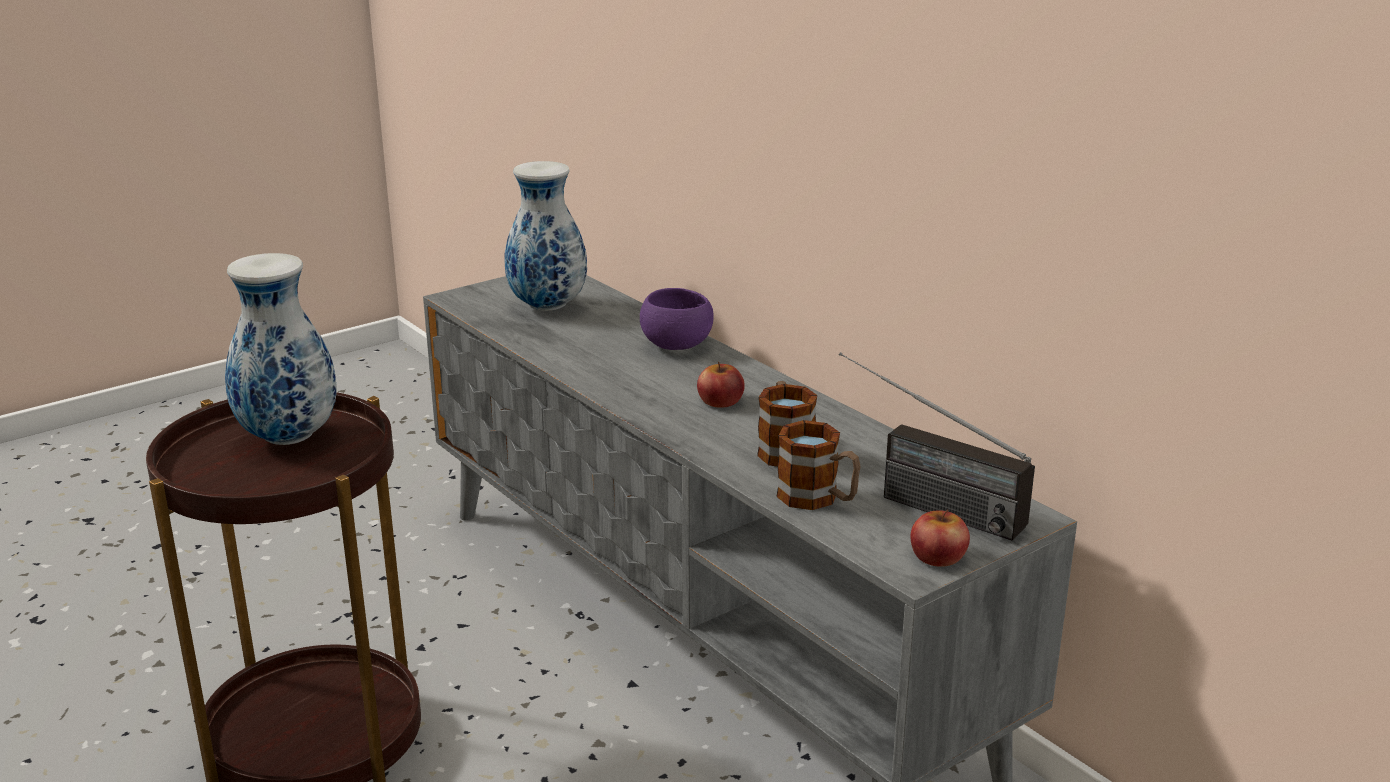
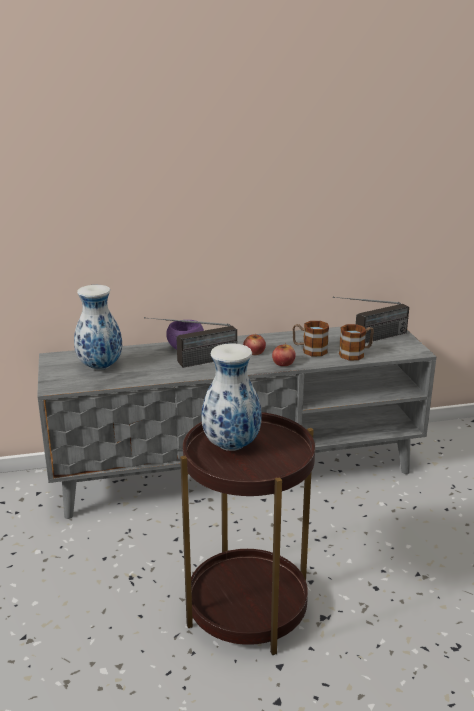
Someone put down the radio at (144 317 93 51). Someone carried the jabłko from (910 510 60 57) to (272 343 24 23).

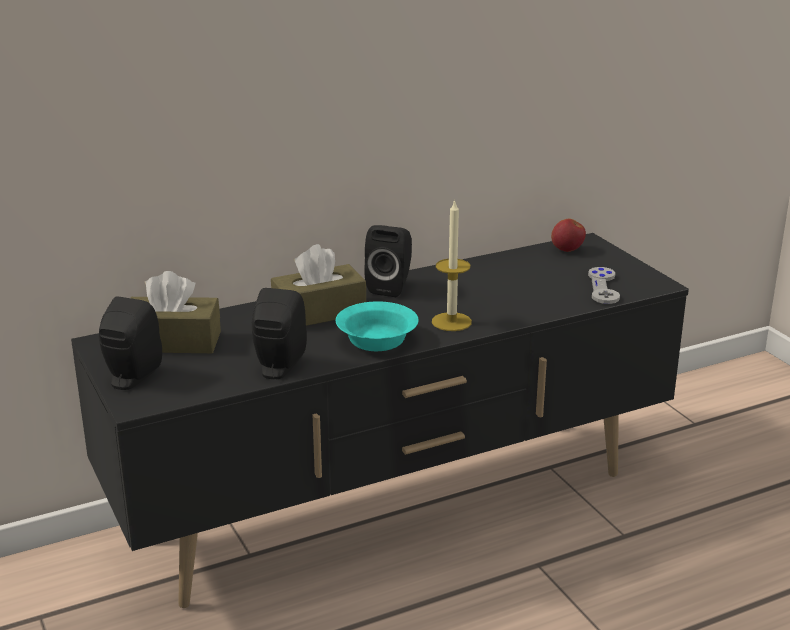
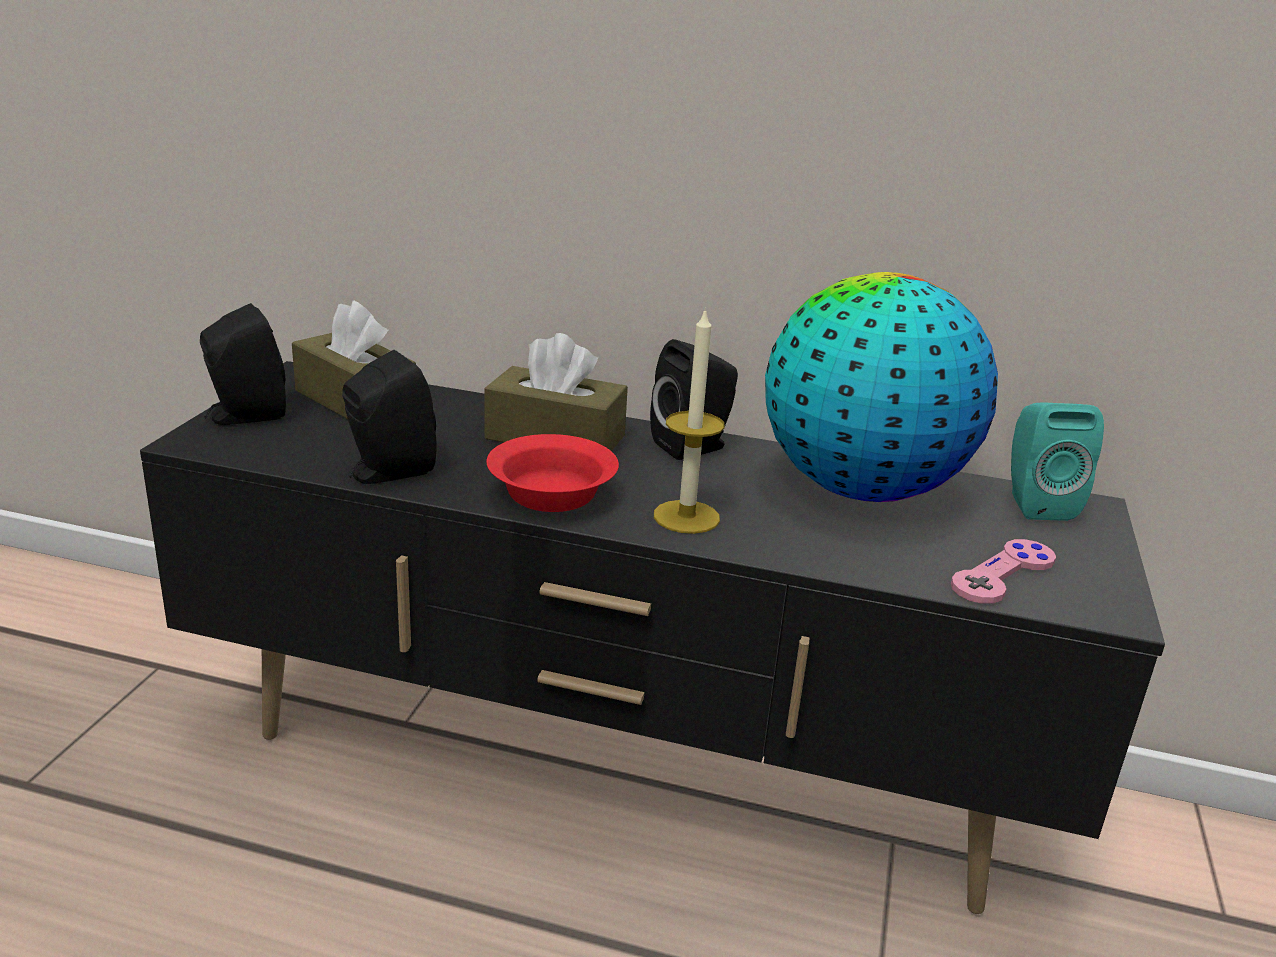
Someone put down the globus at (765 272 233 230). Someone swapped the jabłko at (551 219 35 33) for the głośnik/turkusowy at (1011 403 93 118). Someone repainted the miska/turkusowy at (336 301 83 50), which became the miska/czerwony at (486 434 133 78). Someone repainted the pad do gier/szary at (588 267 32 37), which became the pad do gier/różowy at (951 539 105 65).

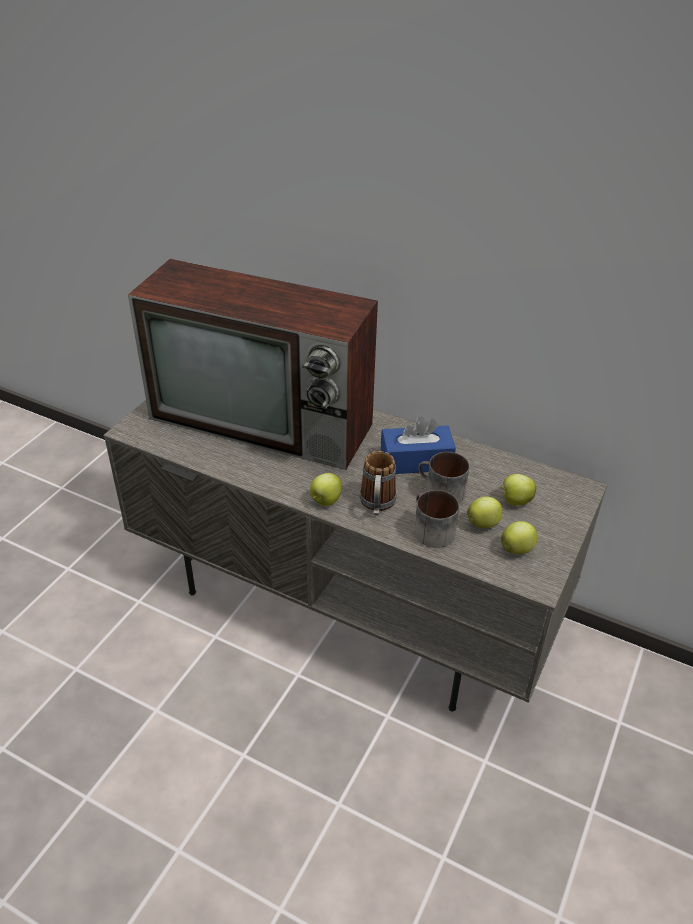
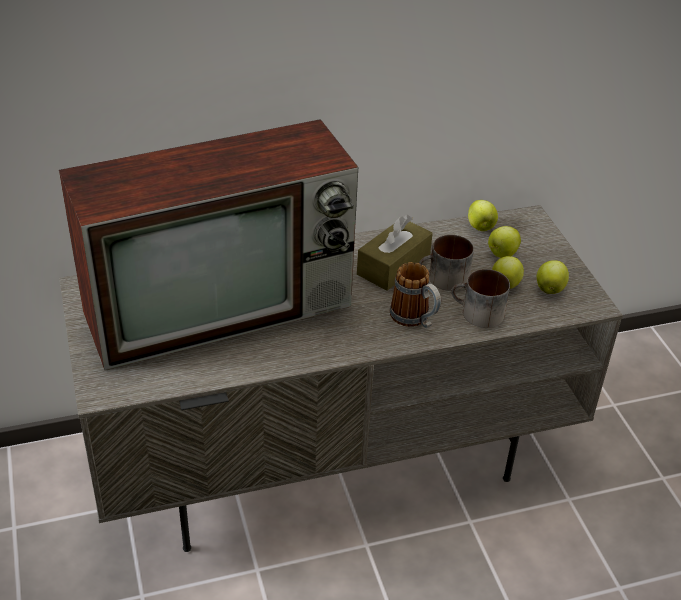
Someone carried the jabłko from (310 473 32 33) to (468 200 30 31). Someone repainted the pudełko chusteczek/niebieski at (381 417 75 57), which became the pudełko chusteczek/brązowy at (357 214 76 77).

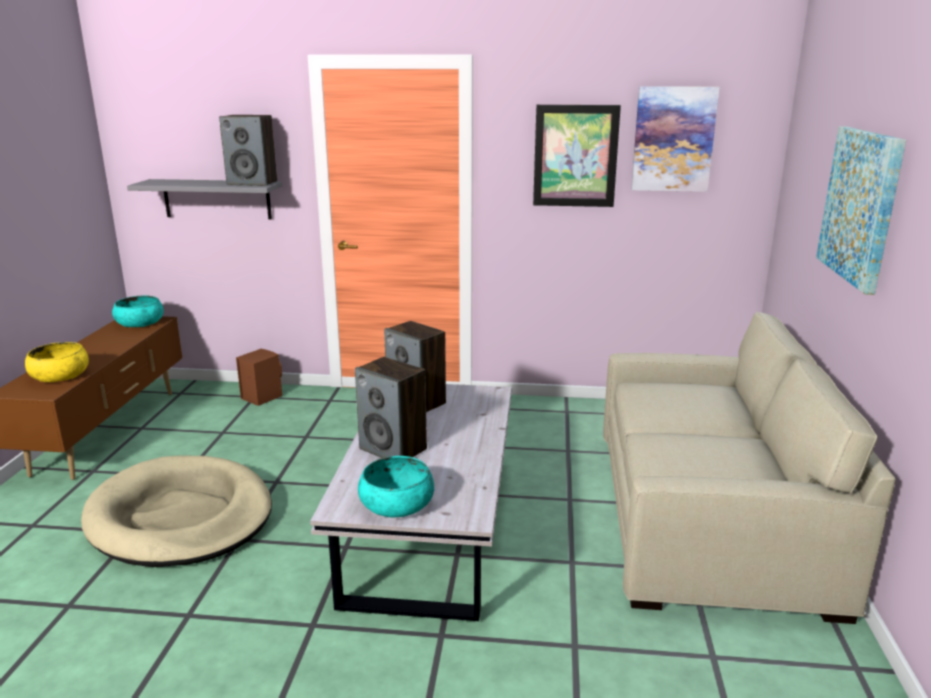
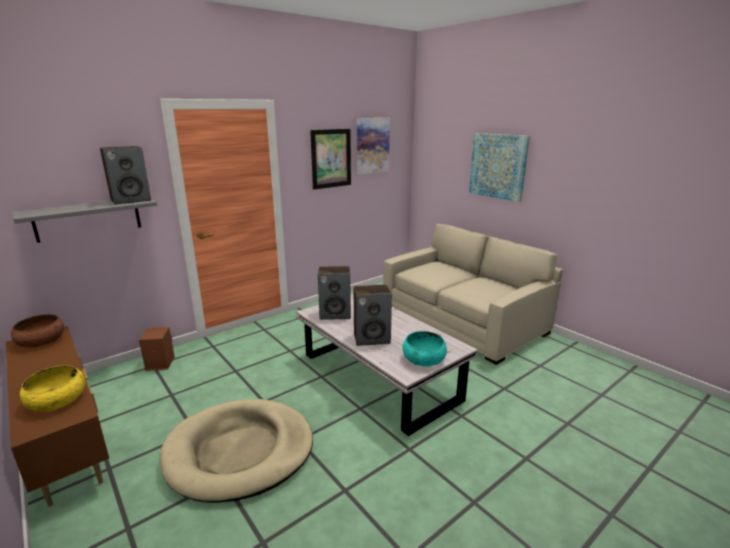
Someone repainted the miska/turkusowy at (112 295 52 32), which became the miska/brązowy at (11 314 53 34).

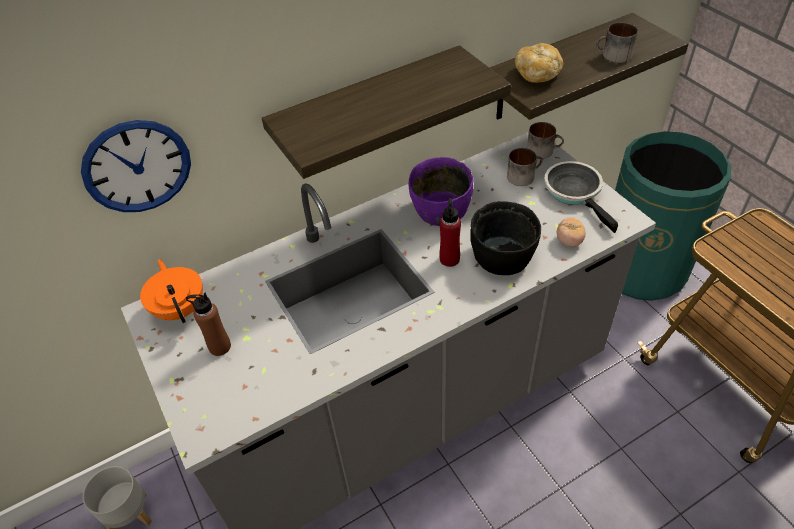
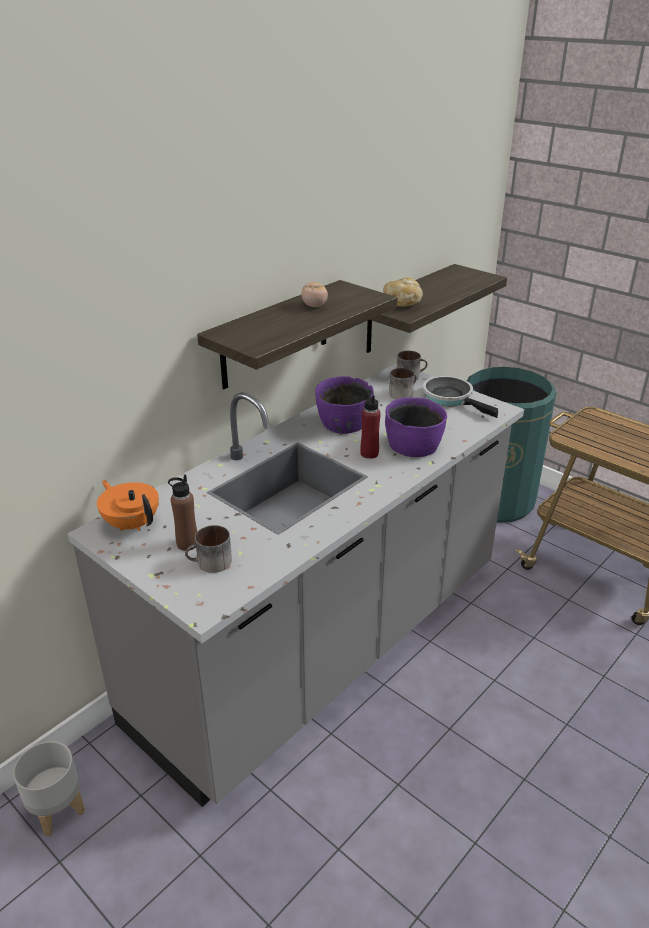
Someone took away the zegar ścienny at (81 120 110 92). Someone carried the pomidor from (557 217 29 30) to (301 282 27 25). Someone carried the kubek from (596 22 42 41) to (185 525 47 48). Someone repainted the miska/czarny at (470 201 71 74), which became the miska/fioletowy at (385 397 62 60).

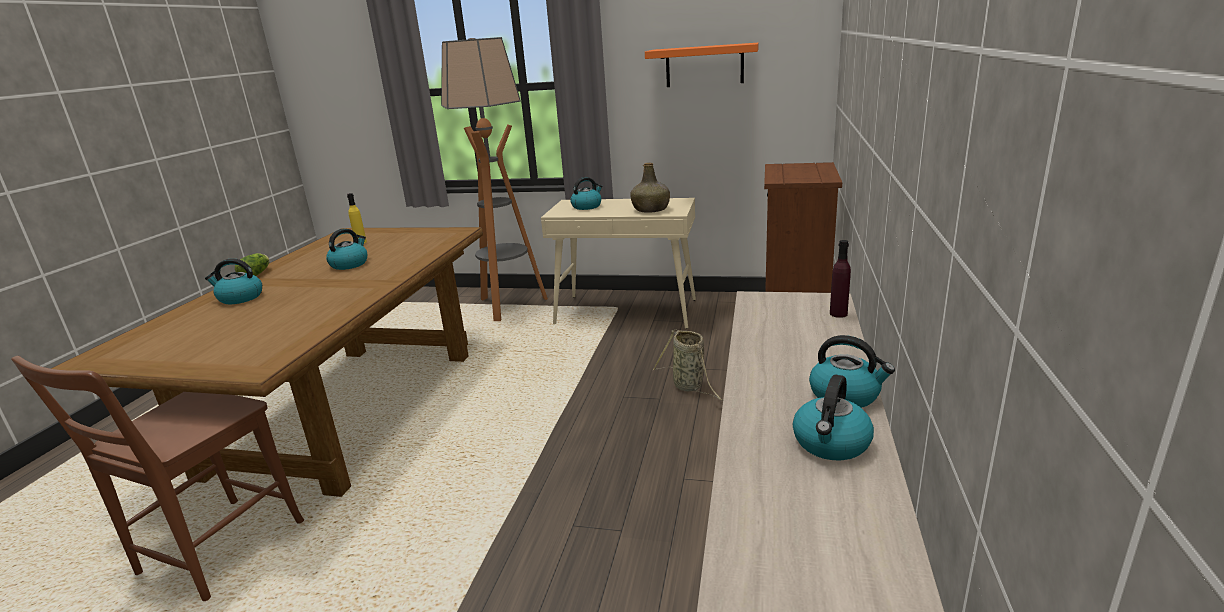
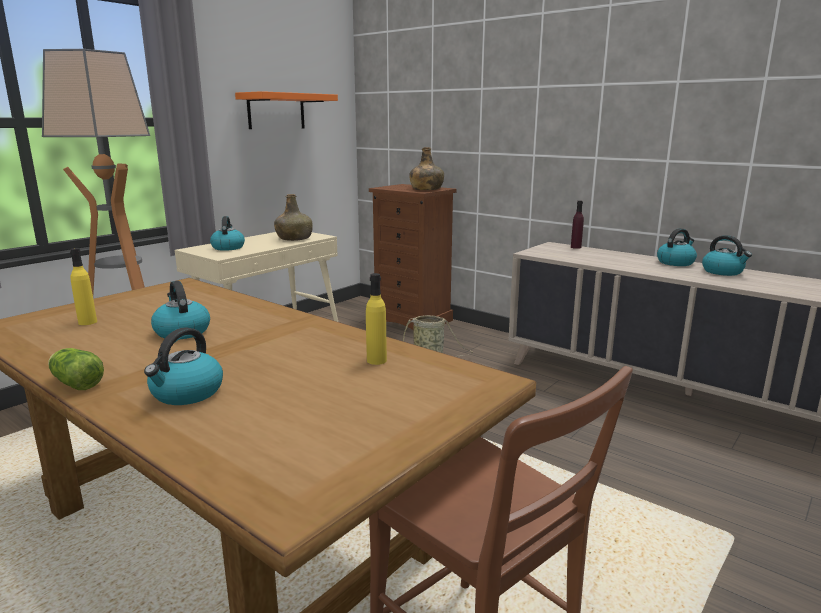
Someone put down the butelka/żółty at (366 273 21 92). Someone put down the butelka/zielony at (409 147 35 43).

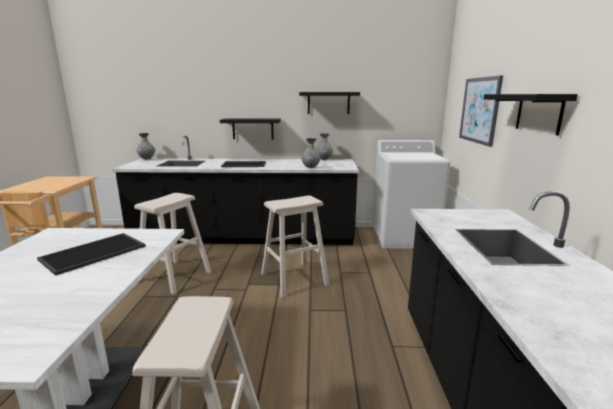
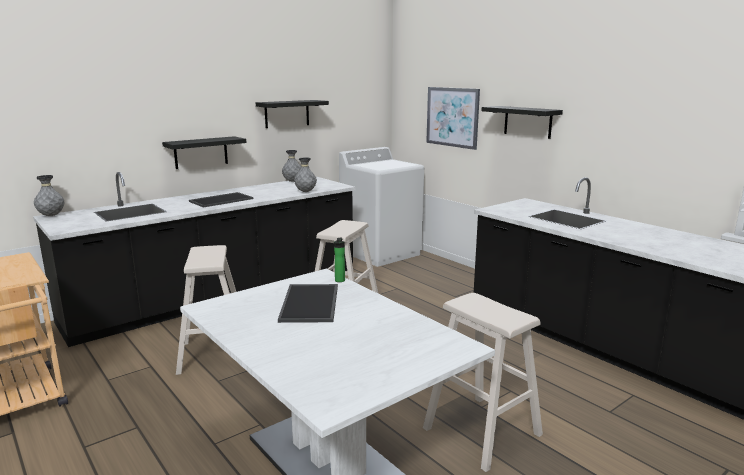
Someone put down the butelka at (334 237 11 45).

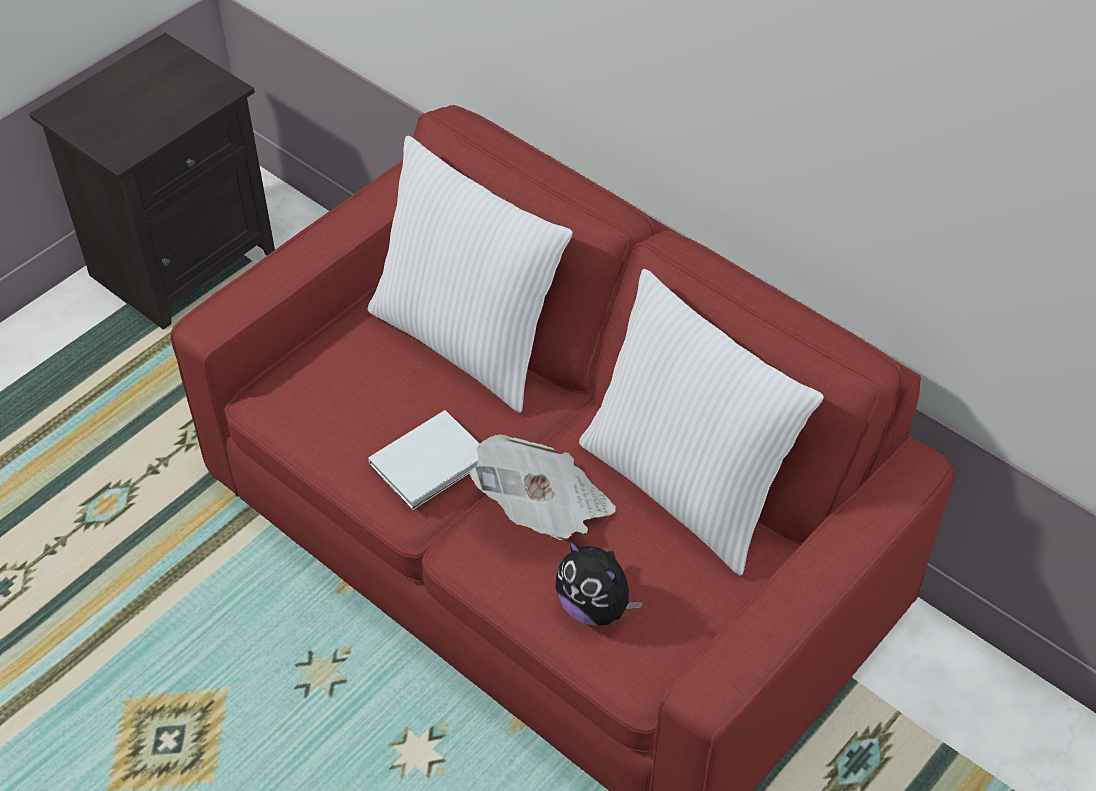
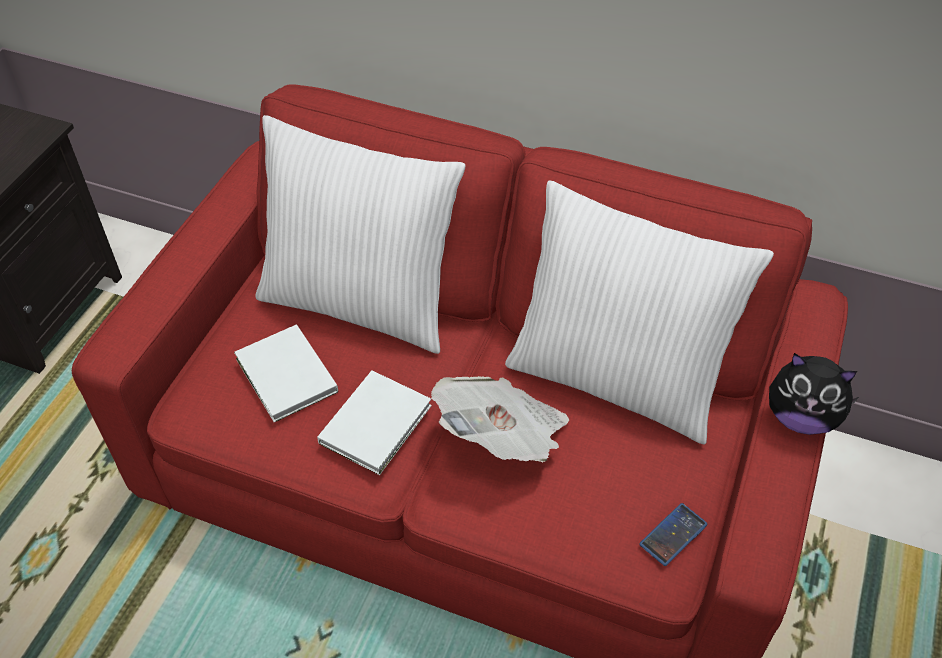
Someone put down the książka/biały at (234 324 104 98). Someone put down the telefon at (639 503 68 63). Someone carried the pluszak from (555 539 88 87) to (769 353 90 82).

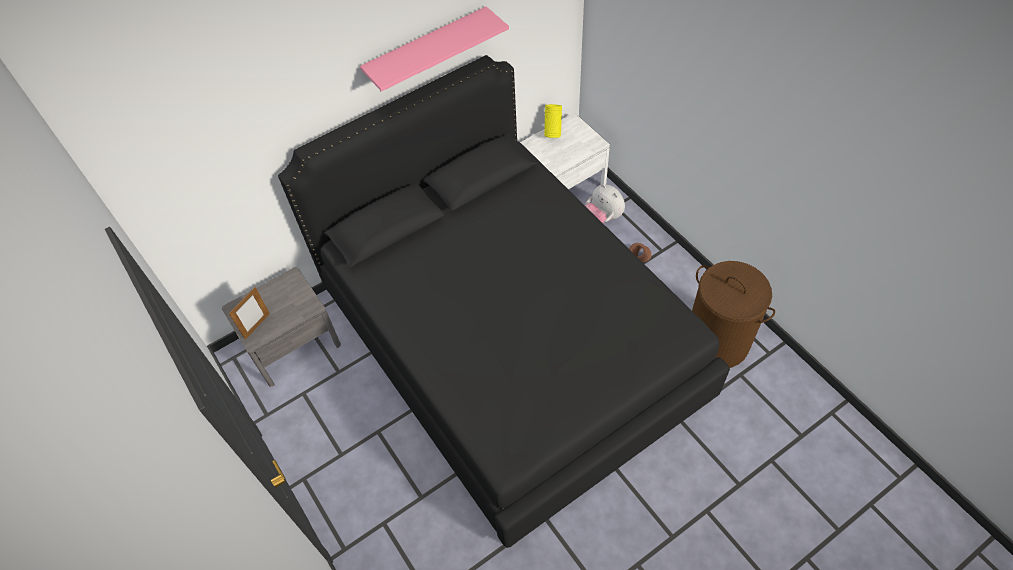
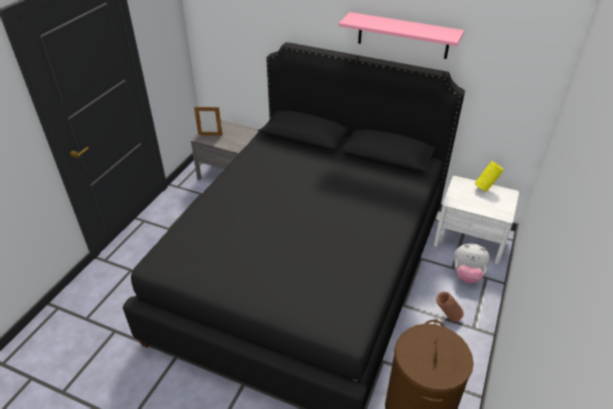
Someone rotated the pluszak at (585 184 40 39) by 90 degrees counterclockwise.

